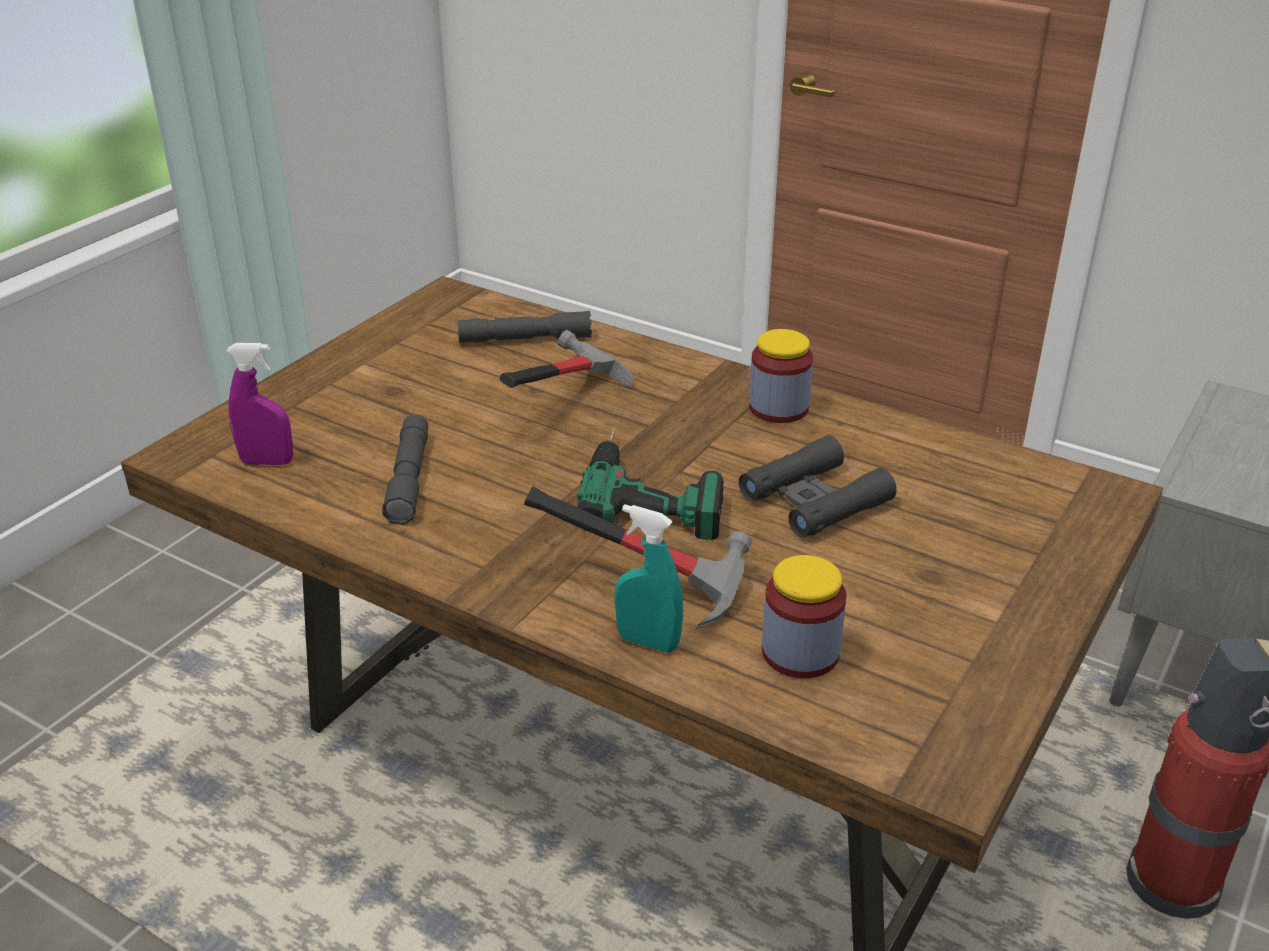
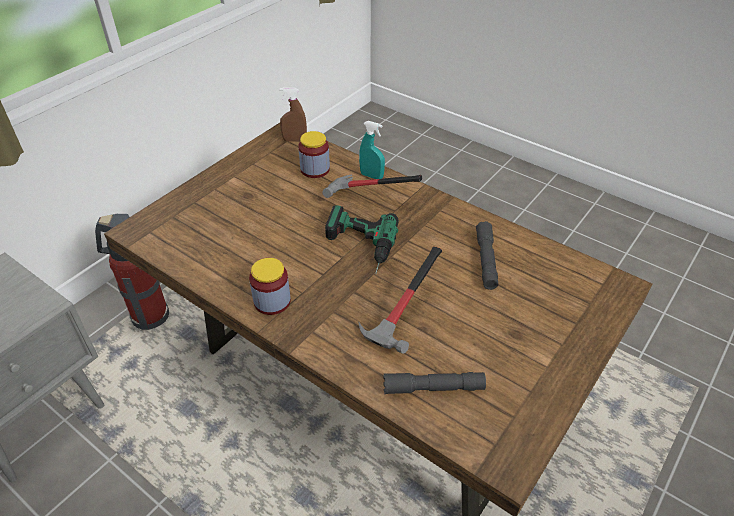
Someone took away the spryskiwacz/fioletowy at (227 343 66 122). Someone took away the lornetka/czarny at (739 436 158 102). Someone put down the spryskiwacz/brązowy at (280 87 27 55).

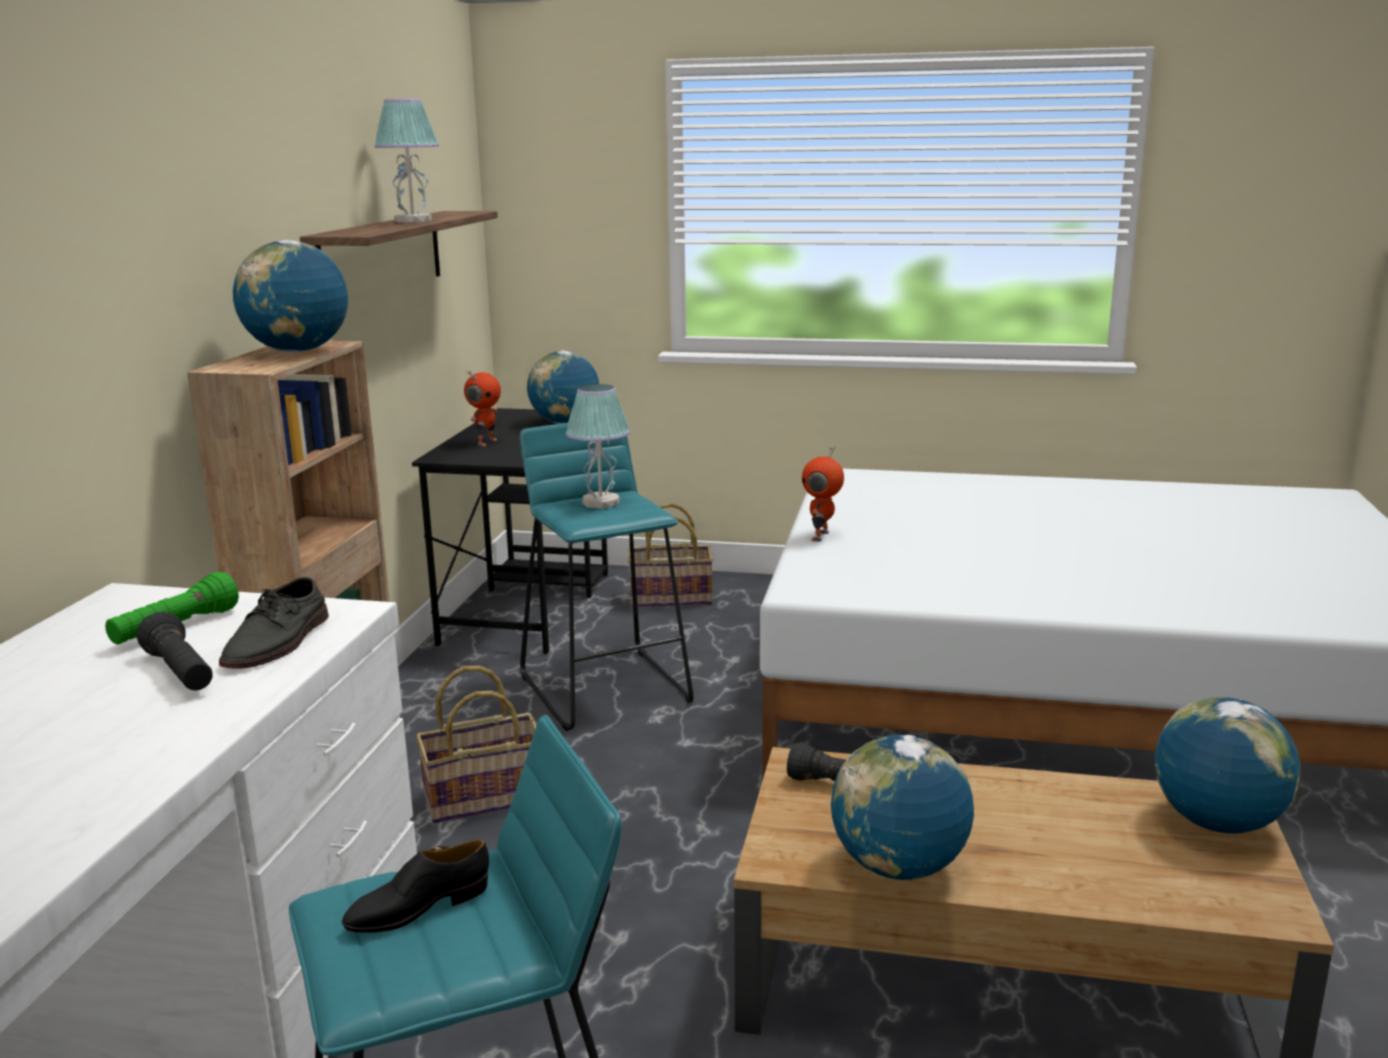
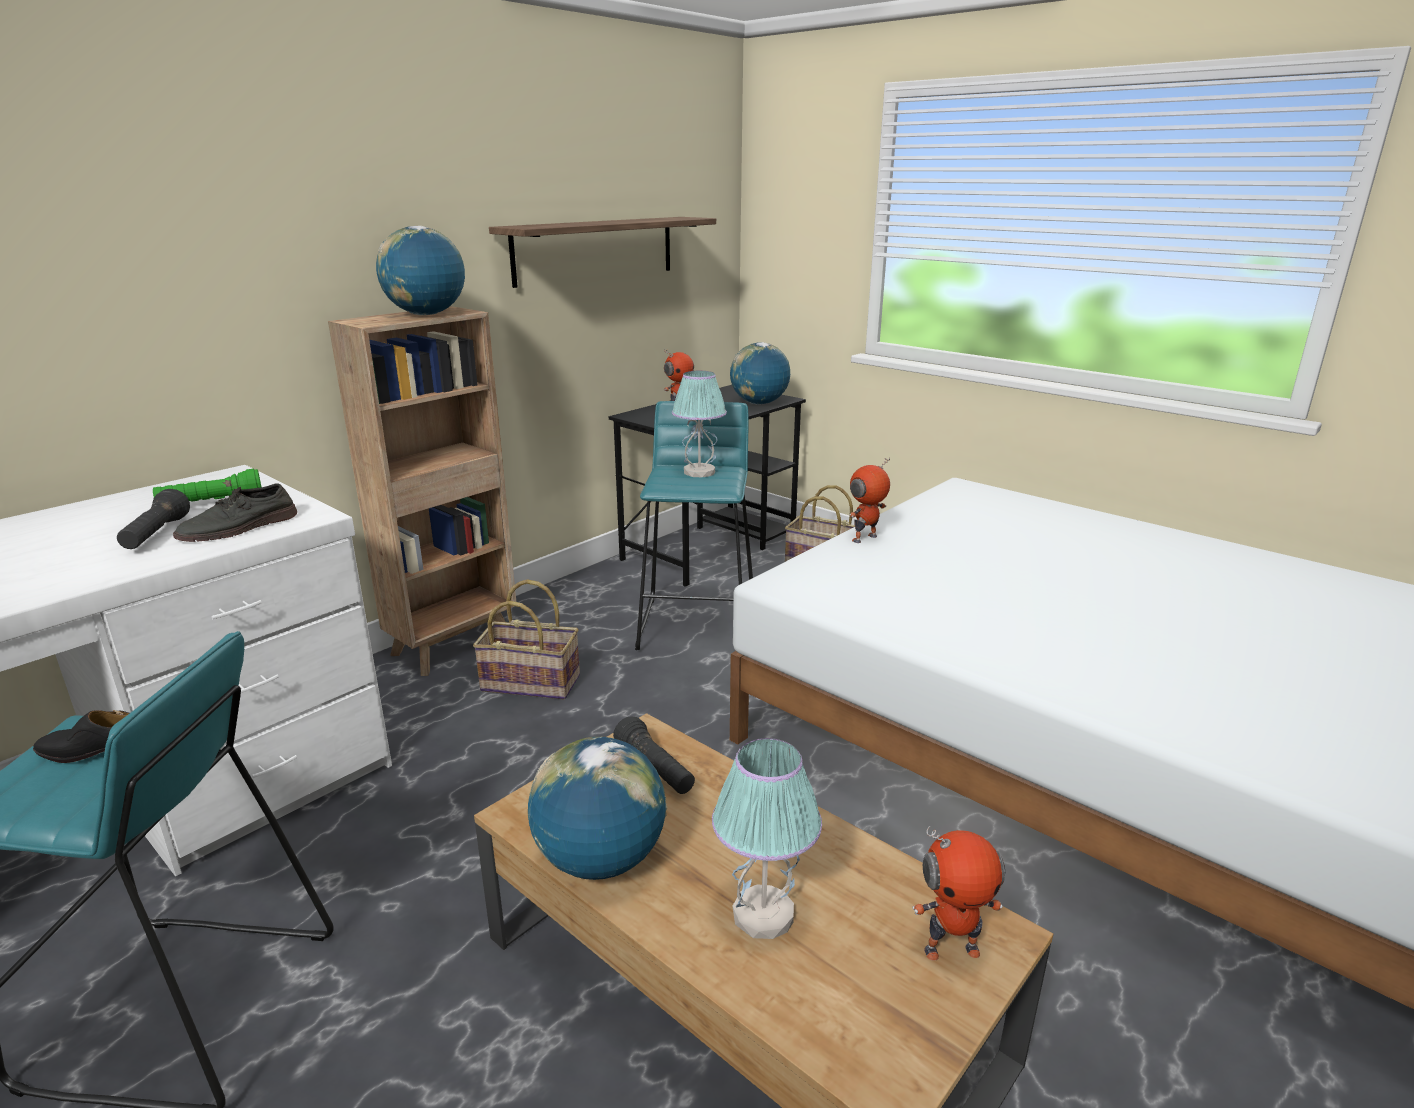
Someone carried the lampa stołowa from (374 99 65 124) to (712 738 110 201). Someone swapped the globus at (1155 697 146 137) for the robot zabawkowy at (912 826 93 135).

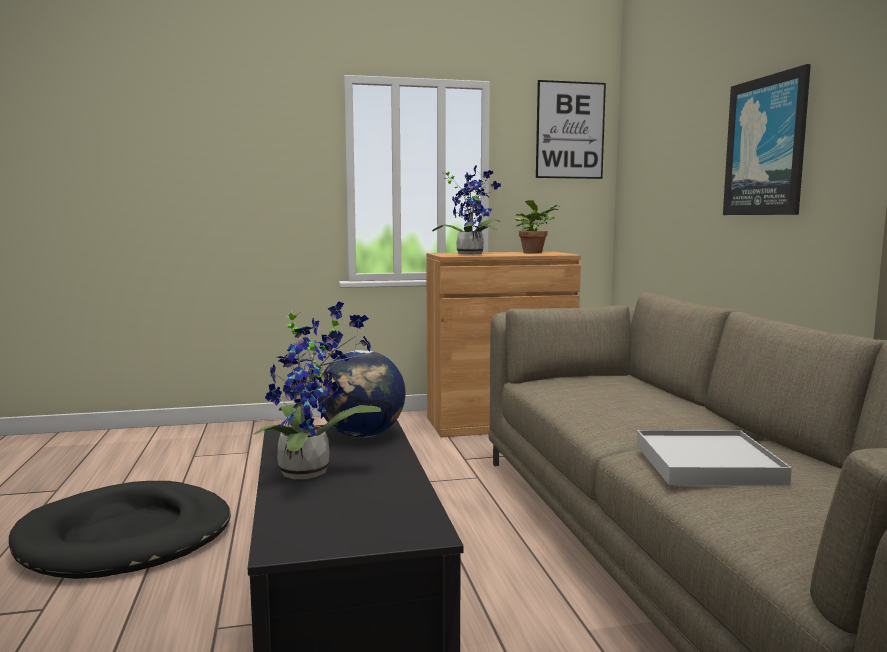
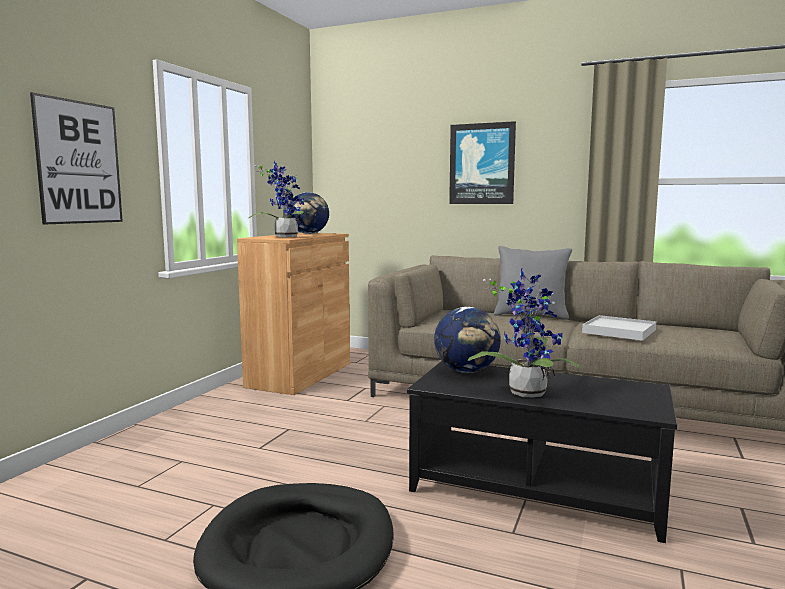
Someone put down the poduszka/szary at (494 246 78 74). Someone carried the obraz from (536 80 70 99) to (30 92 93 133). Someone swapped the roślina doniczkowa at (515 200 44 54) for the globus at (289 192 40 42).

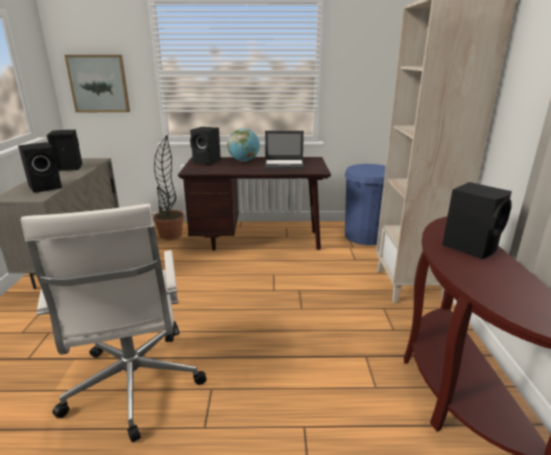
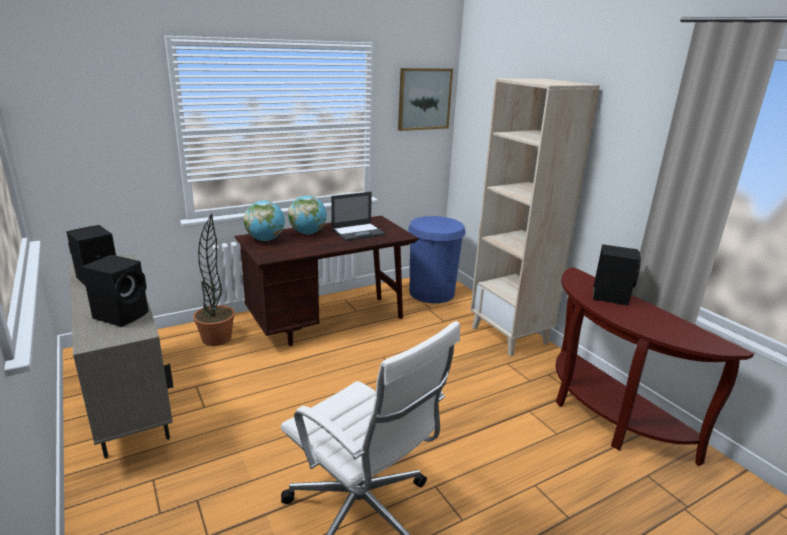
Someone carried the obraz from (65 55 65 57) to (398 68 55 63). Someone swapped the głośnik/czarny at (190 127 31 38) for the globus at (244 201 41 40).

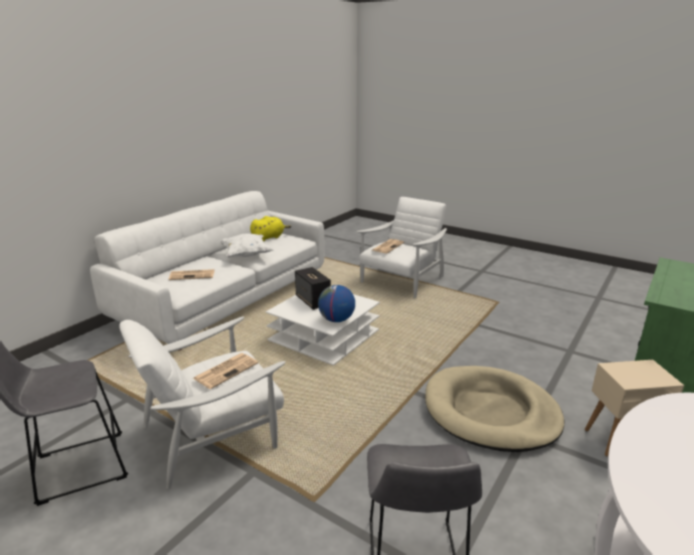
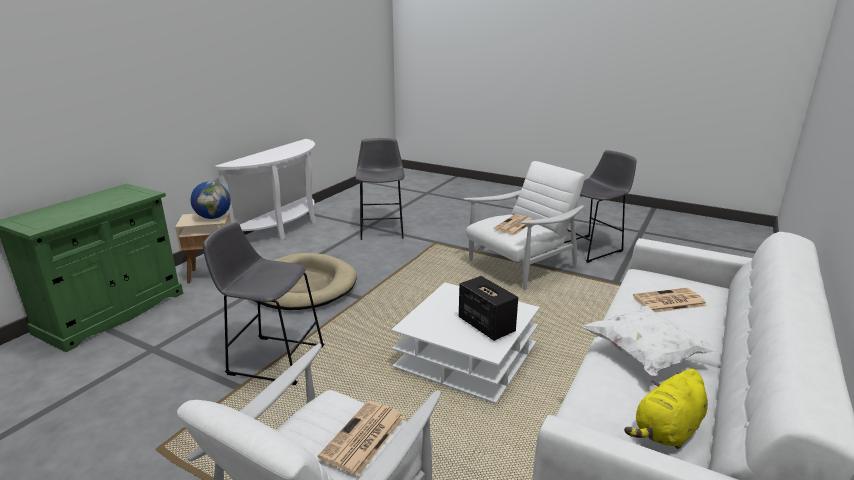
Someone put down the stołek/szary at (203 222 122 163). Someone carried the globus from (318 285 37 37) to (190 181 41 38).

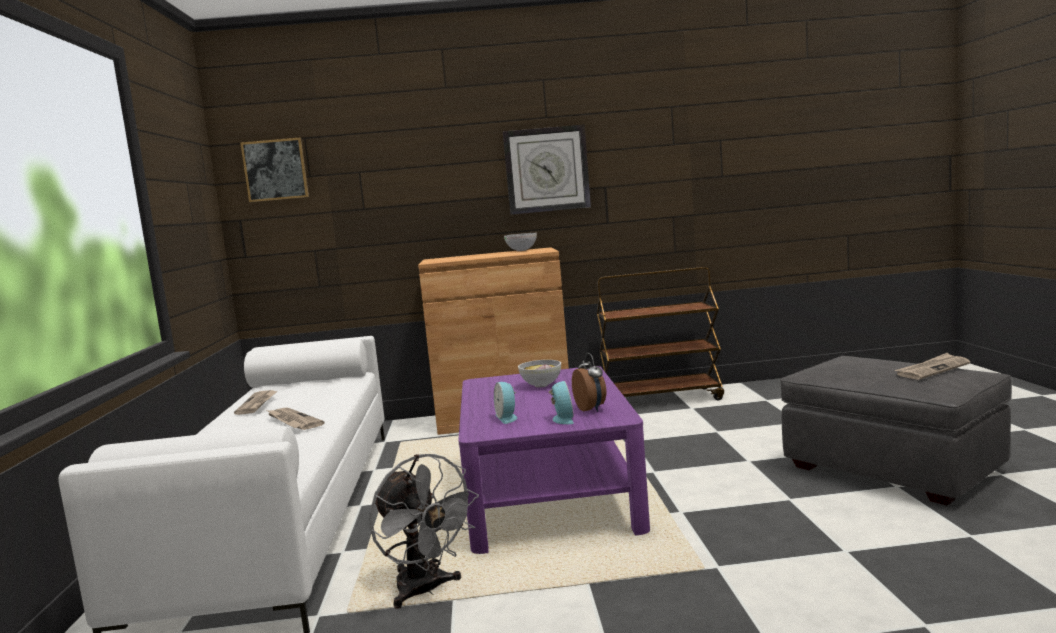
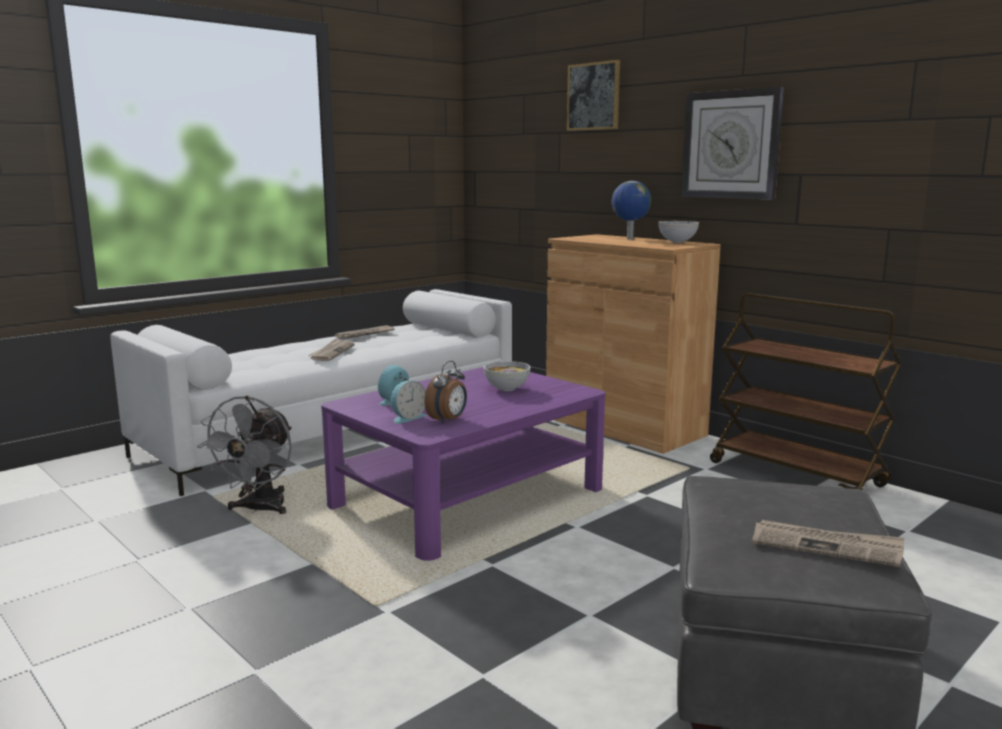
Someone put down the globus at (612 181 39 58). Someone carried the obraz from (240 138 69 64) to (567 60 53 71).

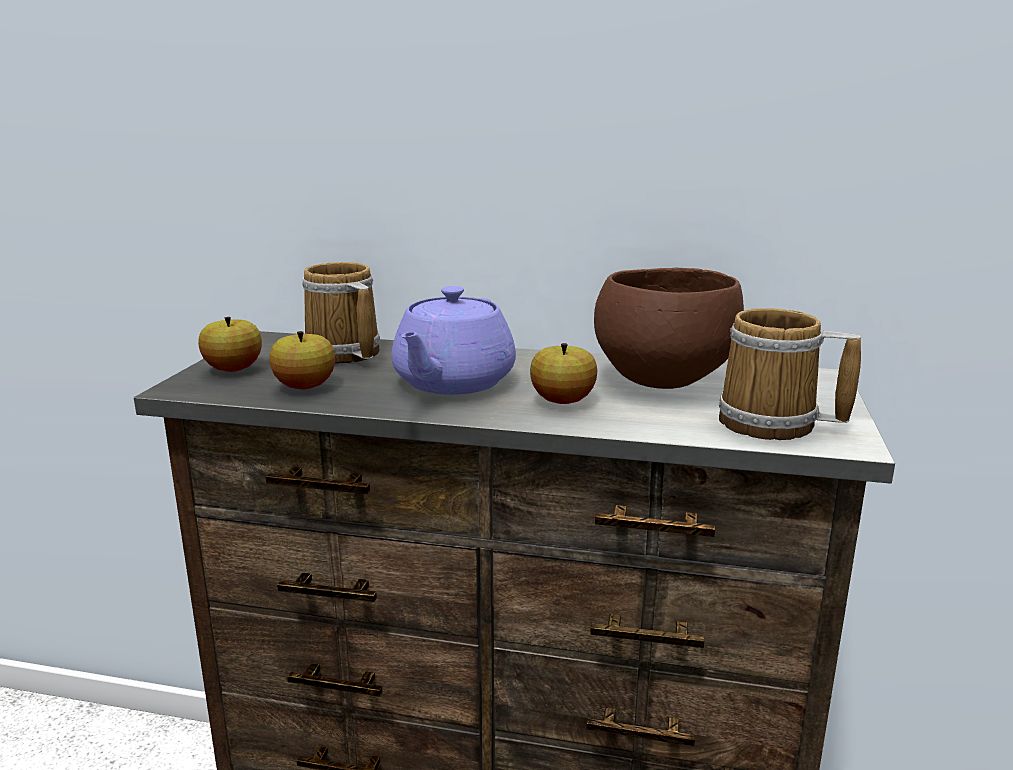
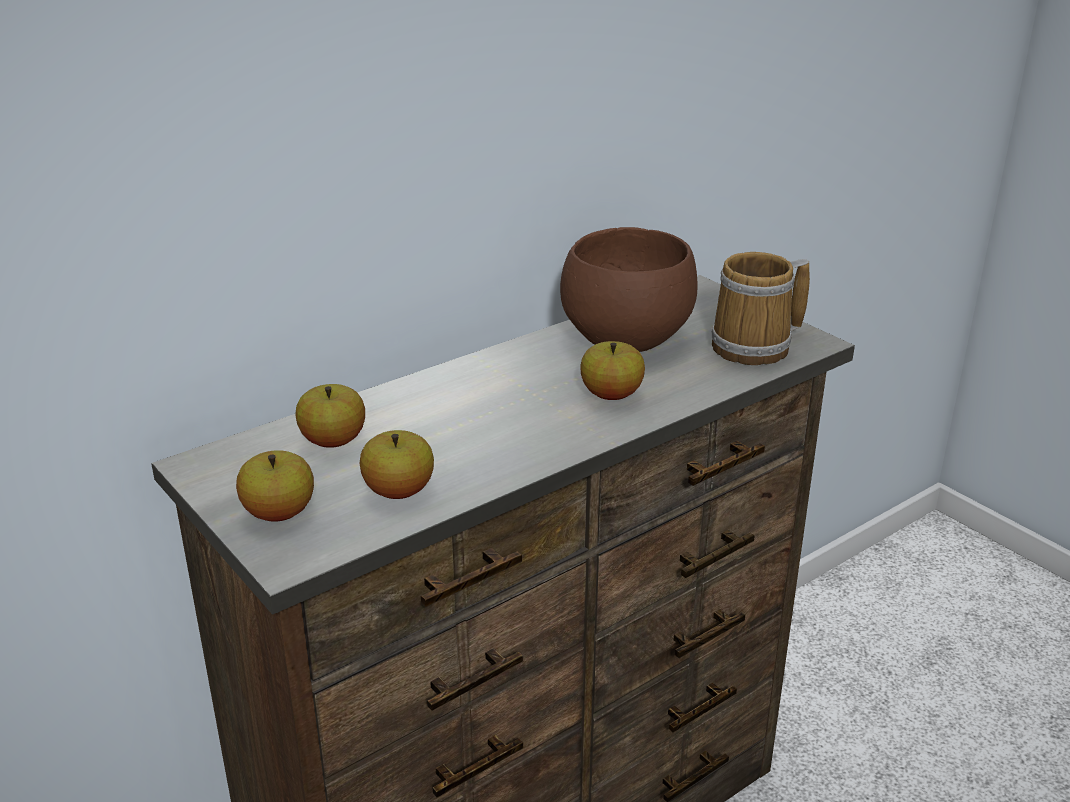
Someone took away the imbryk/fioletowy at (391 286 125 109). Someone swapped the kubek at (302 262 78 102) for the jabłko at (295 384 70 64).

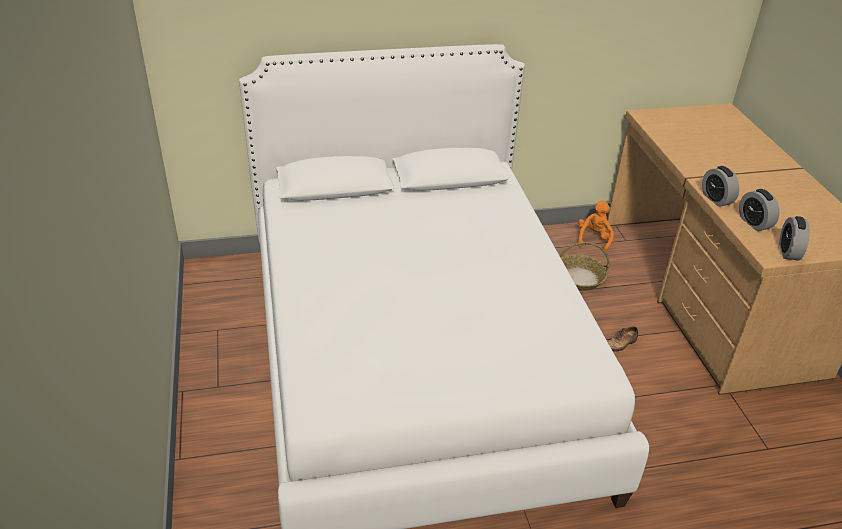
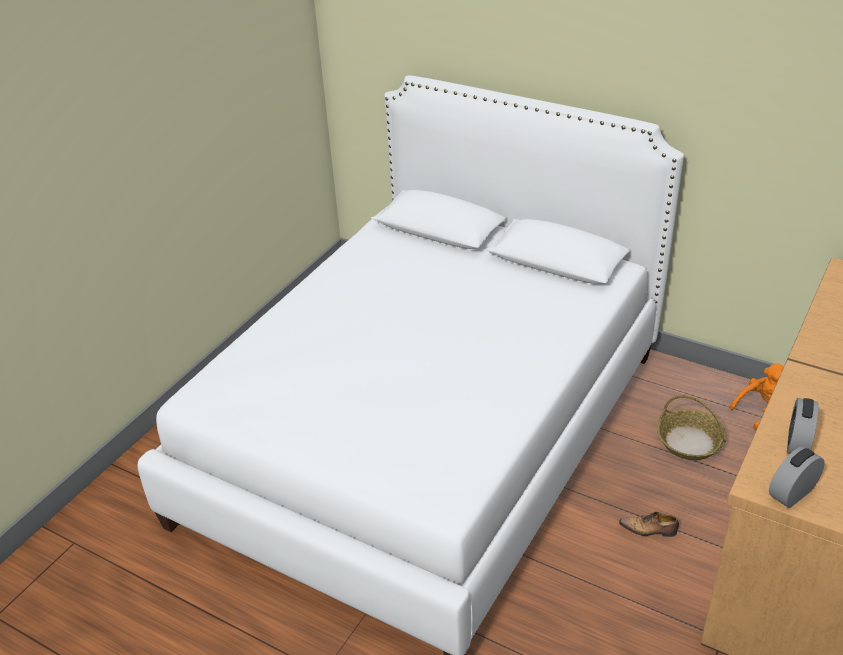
Someone took away the budzik at (702 166 37 41).

